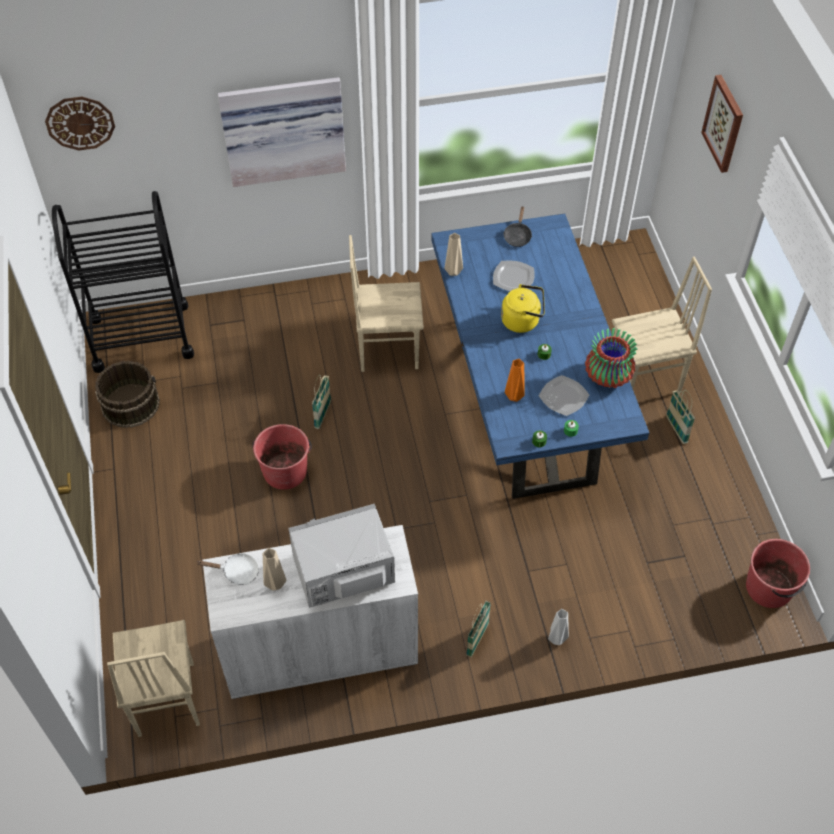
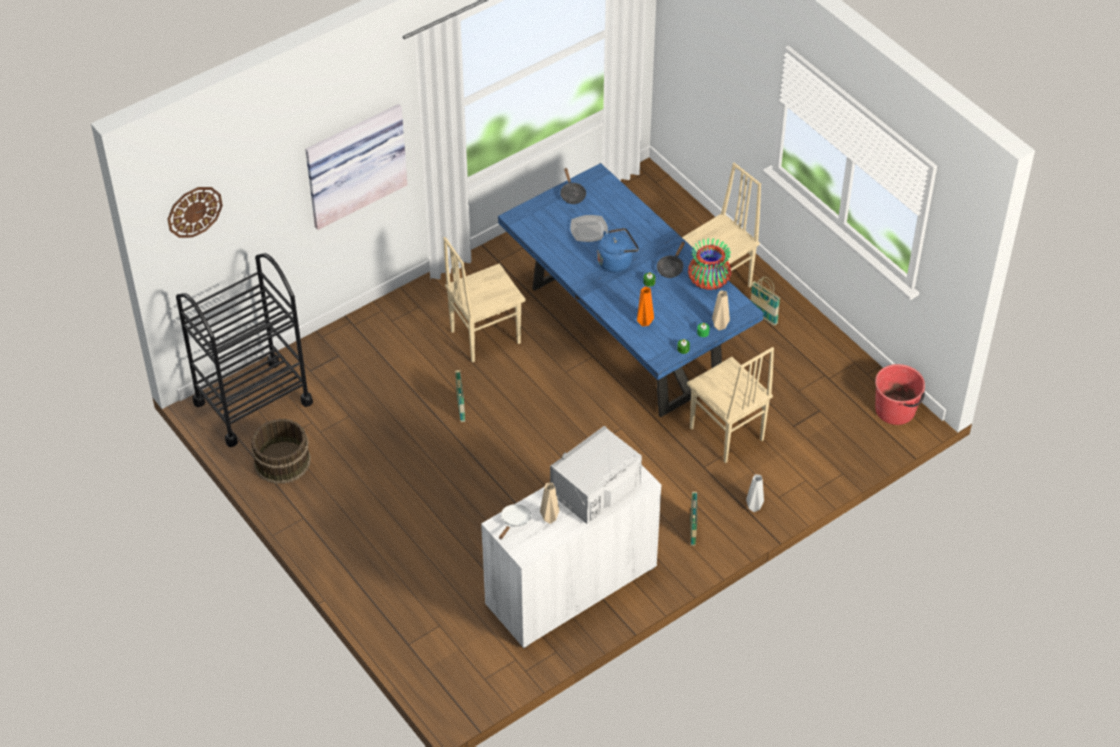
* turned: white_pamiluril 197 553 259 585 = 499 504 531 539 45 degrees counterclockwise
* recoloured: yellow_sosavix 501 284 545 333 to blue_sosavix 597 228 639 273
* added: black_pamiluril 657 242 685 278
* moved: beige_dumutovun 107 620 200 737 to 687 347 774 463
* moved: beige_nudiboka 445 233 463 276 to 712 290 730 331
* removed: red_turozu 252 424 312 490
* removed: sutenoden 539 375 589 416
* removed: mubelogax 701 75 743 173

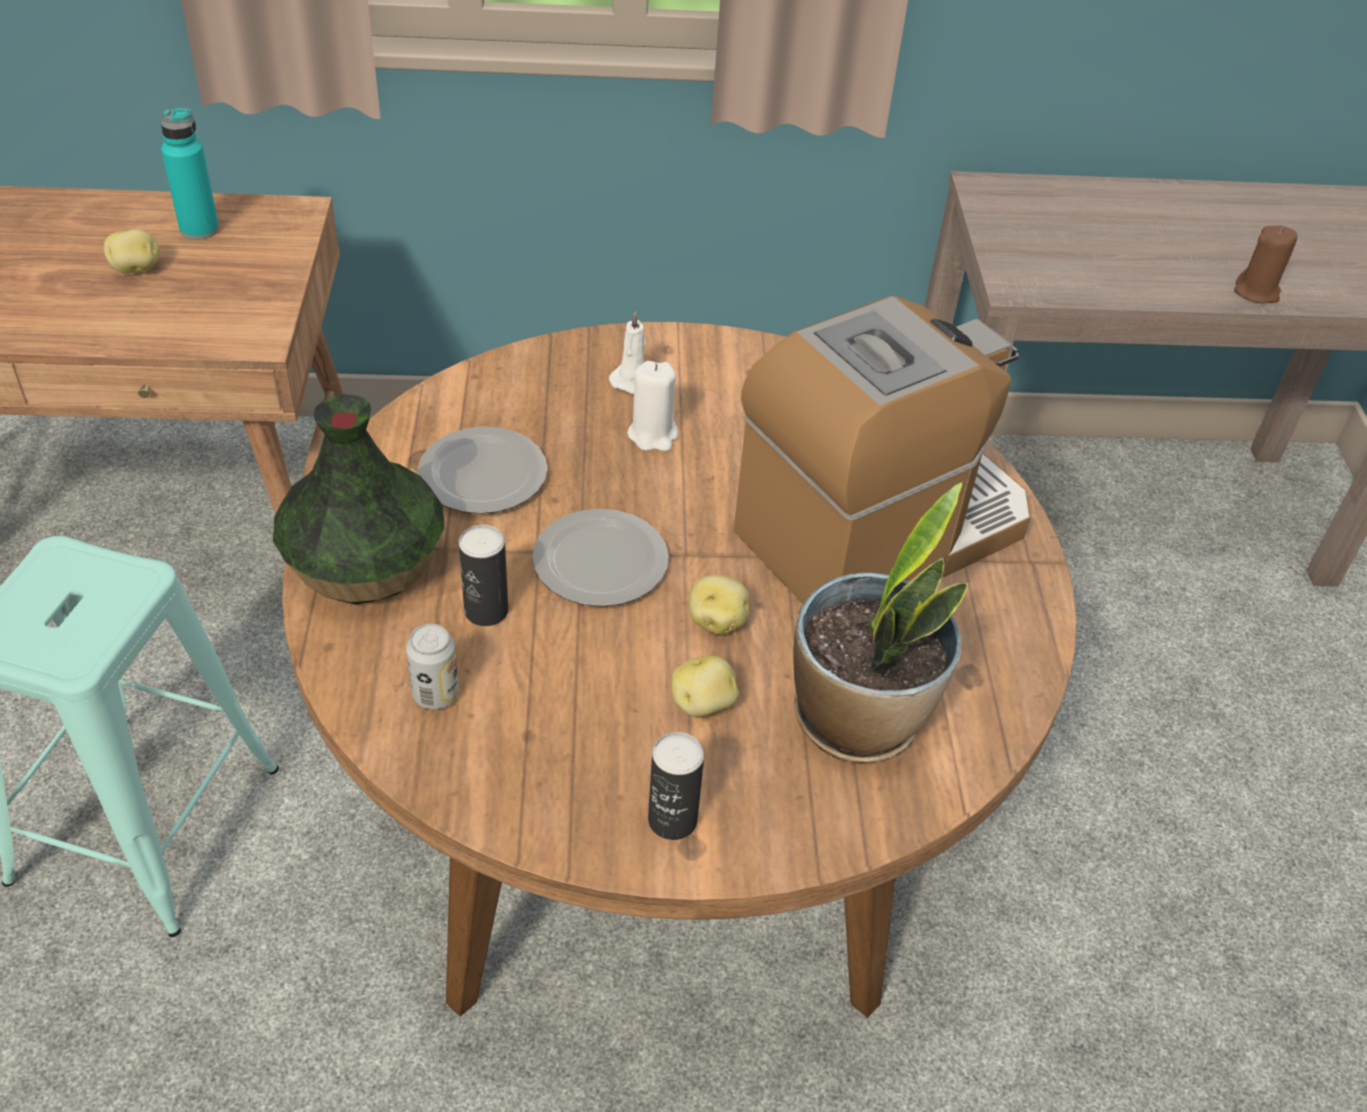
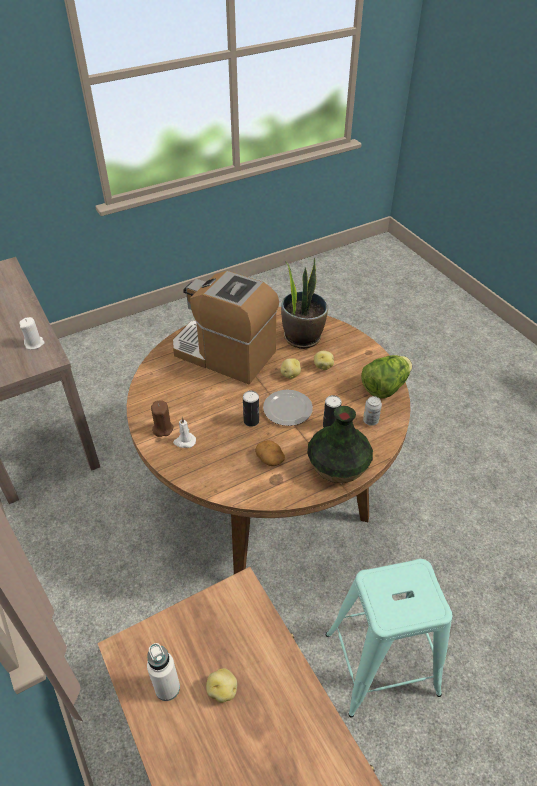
* moved: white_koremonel 627 361 678 451 to 19 317 44 350
* recoloured: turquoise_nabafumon 161 108 219 240 to white_nabafumon 147 643 180 701
* moved: brown_koremonel 1234 225 1297 304 to 151 400 173 437
* moved: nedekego 648 732 704 840 to 243 391 259 427
* replaced: sutenoden 418 427 547 514 to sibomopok 255 440 285 466
* added: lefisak 361 355 412 398

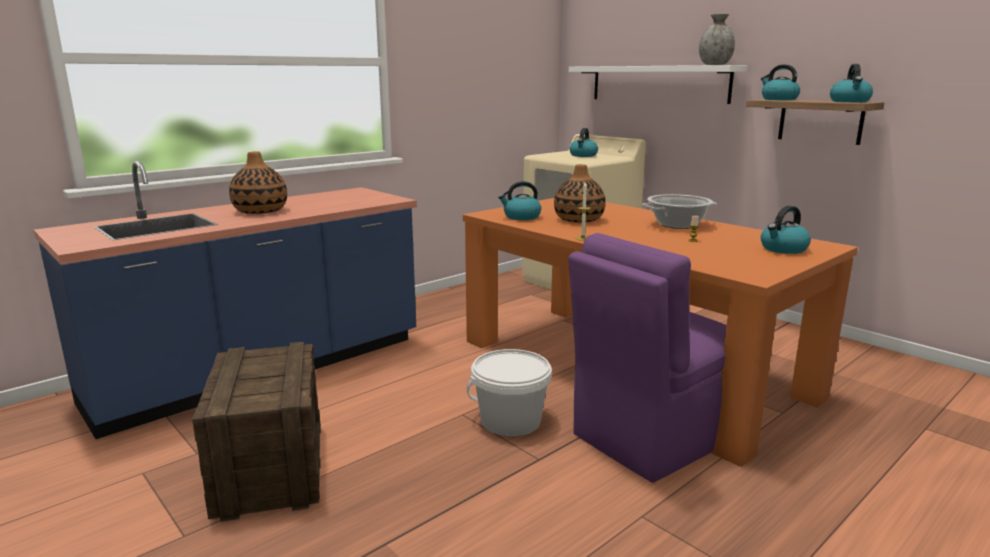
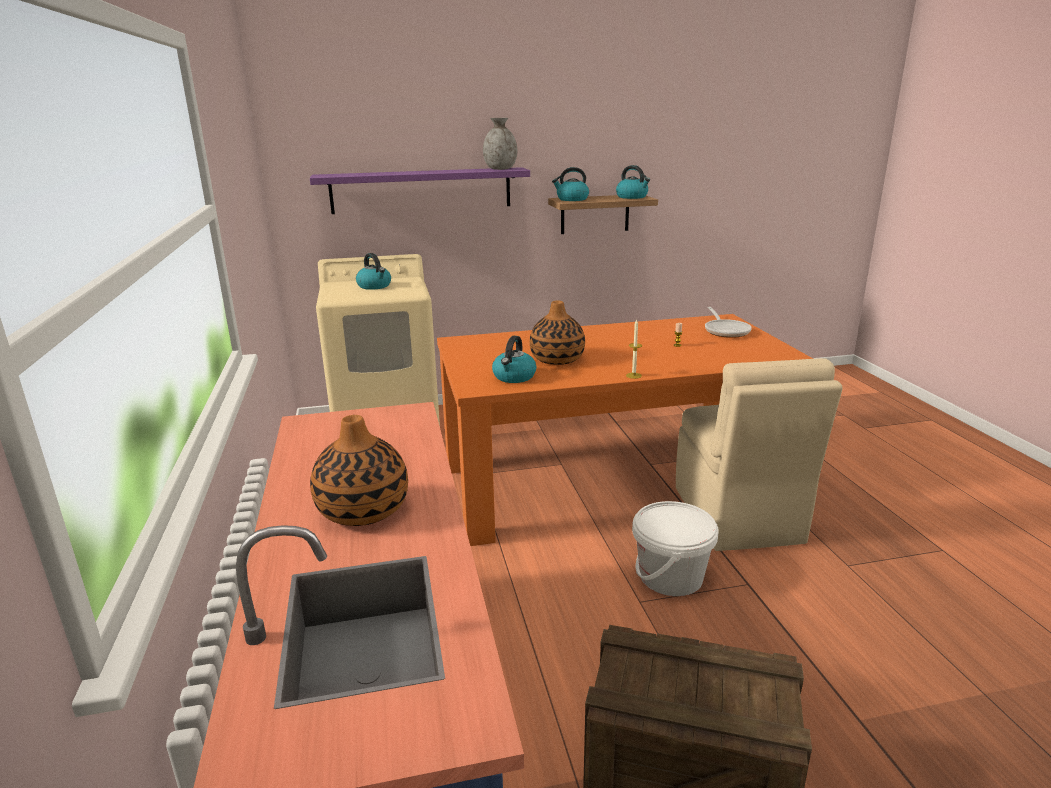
* recoloured: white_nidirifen 569 65 748 104 to purple_nidirifen 310 167 530 214
* recoloured: purple_dumutovun 568 233 727 483 to beige_dumutovun 676 358 843 551
* replaced: sosavix 761 206 811 254 to pamiluril 705 307 752 338
* removed: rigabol 642 194 717 229

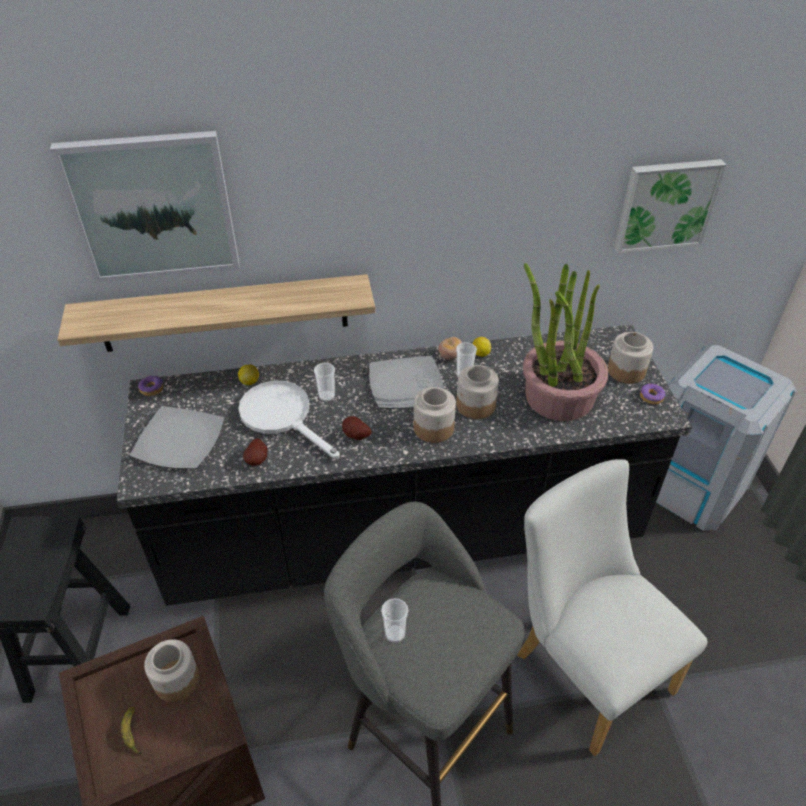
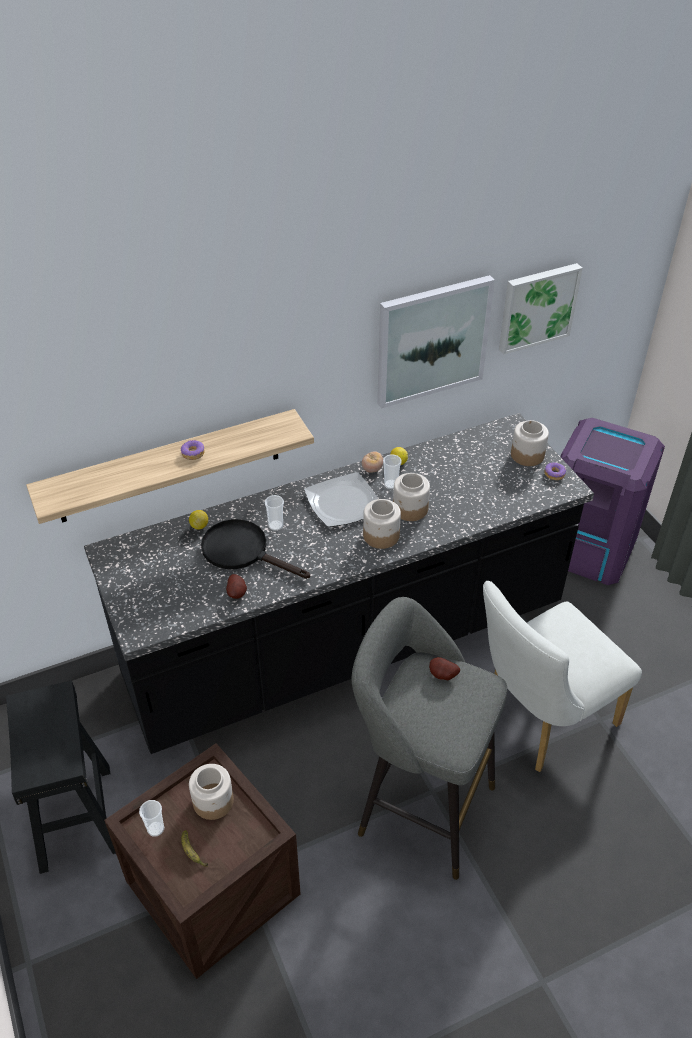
* moved: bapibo 381 598 408 643 to 139 800 164 837
* moved: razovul 138 375 164 396 to 181 440 205 460
* recoloured: white_pamiluril 238 381 340 459 to black_pamiluril 201 519 310 579
* moved: mubelogax 50 131 240 283 to 377 275 495 408
* moved: sibomopok 342 416 372 440 to 429 657 460 680
* turned: white_dumutovun 517 459 708 756 = 483 581 642 772 75 degrees counterclockwise
* recoloured: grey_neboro 656 345 797 531 to purple_neboro 561 418 665 585
* removed: sutenoden 130 406 225 469
* removed: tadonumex 523 263 608 421

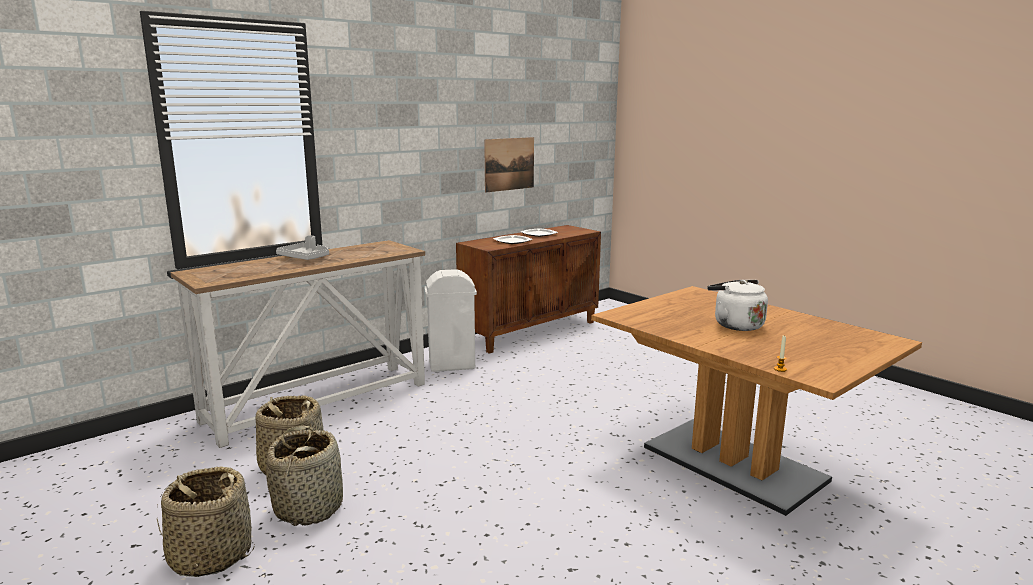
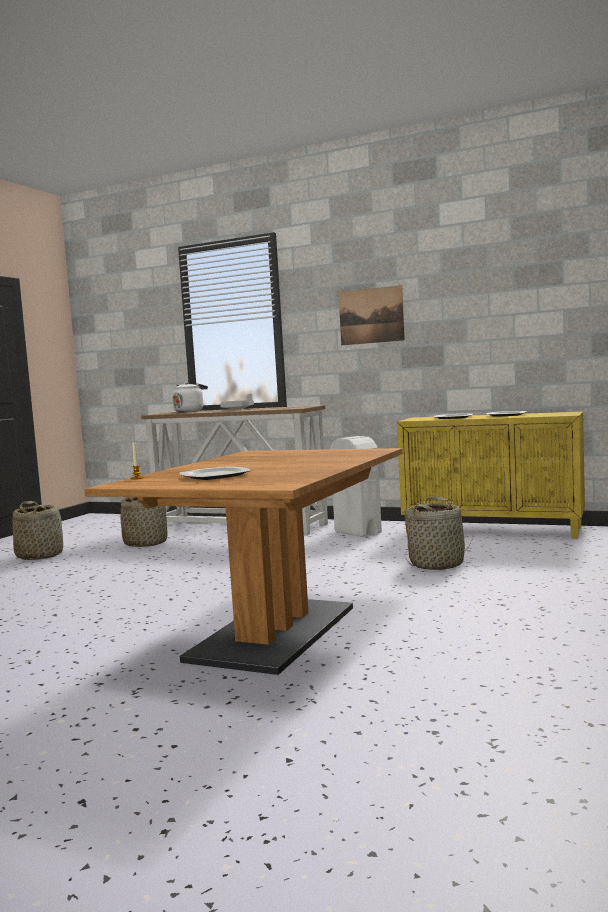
* moved: white_sosavix 707 280 768 331 to 171 382 208 412
* added: sutenoden 179 467 251 480
* moved: mubelogax 484 137 534 193 to 338 285 405 345
* recoloured: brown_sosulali 456 225 601 354 to yellow_sosulali 397 412 585 539
* moved: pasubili 266 425 343 526 to 404 496 473 570

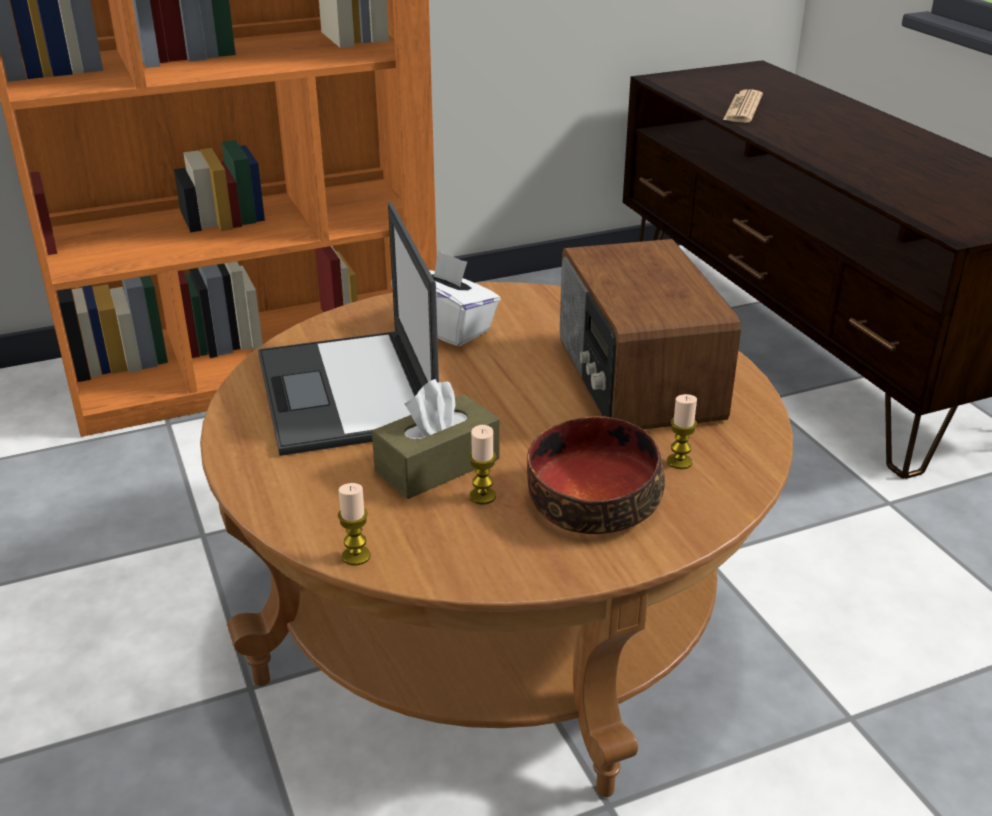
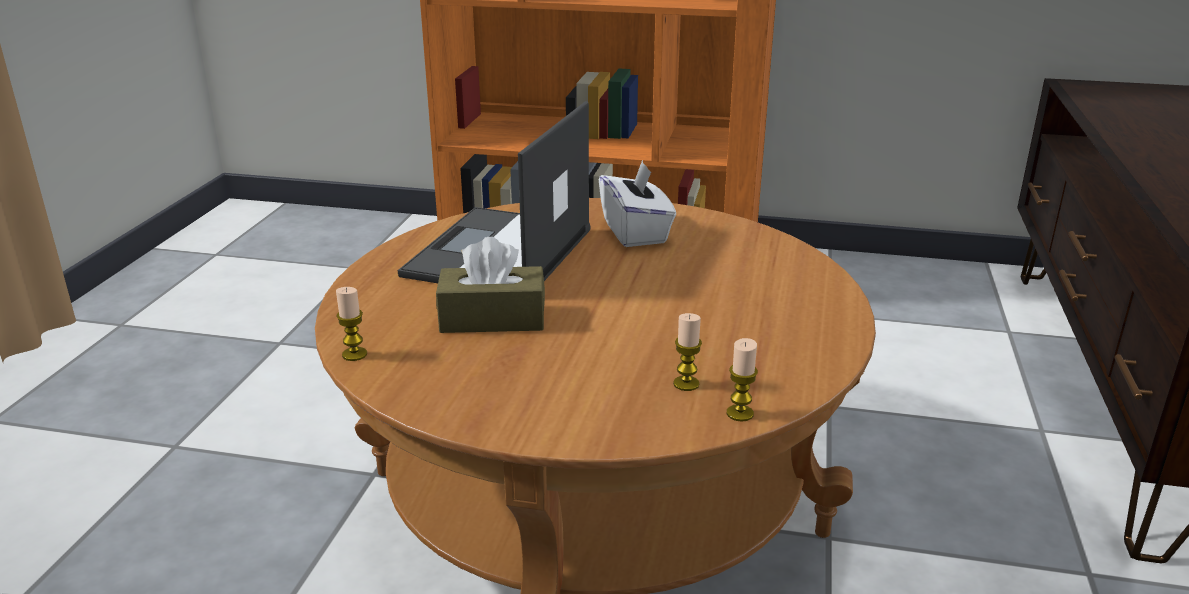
* moved: koremonel 469 425 496 504 to 727 338 758 422
* removed: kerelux 527 416 665 534
* removed: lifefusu 560 239 741 429
* removed: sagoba 723 89 763 123

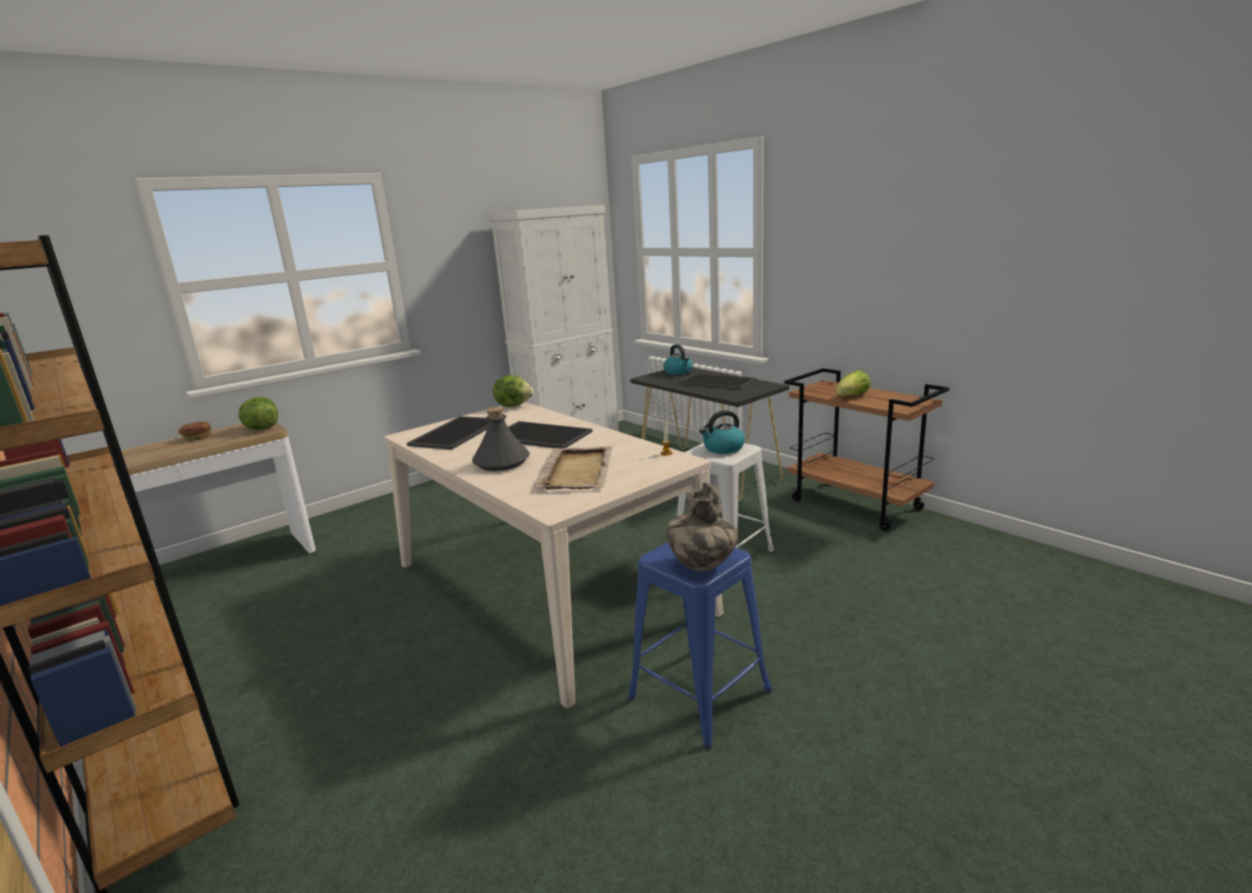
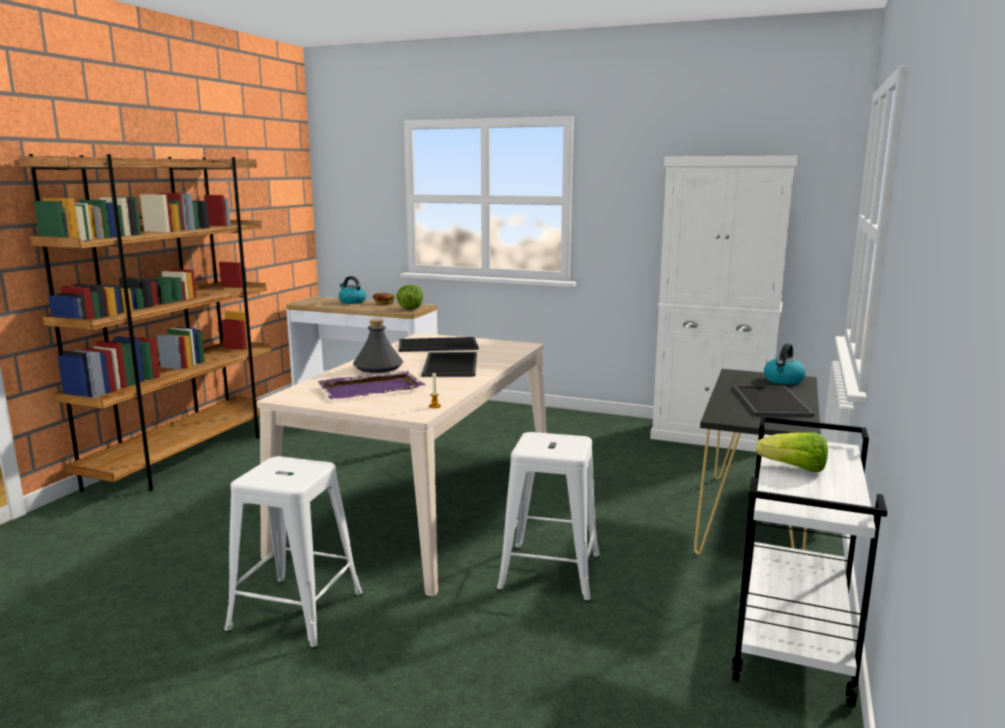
* recoloured: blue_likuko 627 542 772 749 to white_likuko 224 456 363 649
* recoloured: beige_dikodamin 535 446 613 490 to purple_dikodamin 318 371 426 399
* moved: sosavix 699 410 745 454 to 339 276 366 304
* recoloured: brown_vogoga 784 368 949 531 to white_vogoga 732 416 887 708
* removed: lefisak 493 375 533 407
* removed: nudiboka 666 482 738 571

